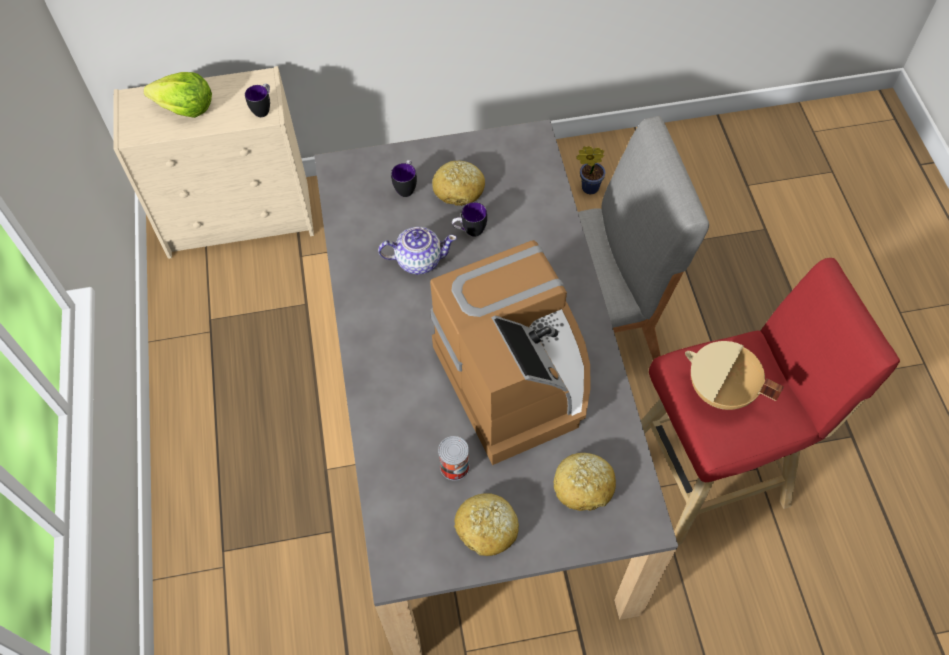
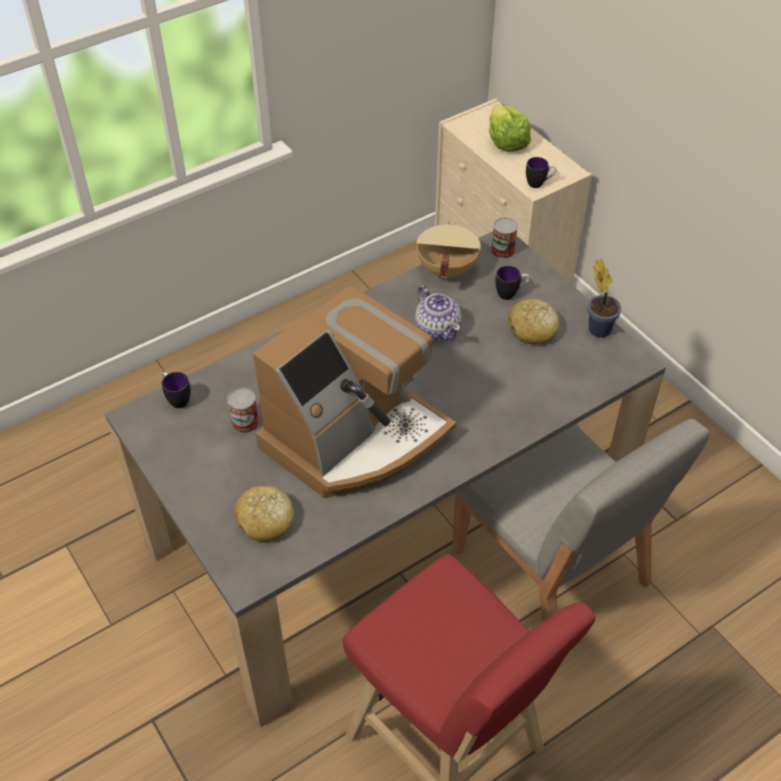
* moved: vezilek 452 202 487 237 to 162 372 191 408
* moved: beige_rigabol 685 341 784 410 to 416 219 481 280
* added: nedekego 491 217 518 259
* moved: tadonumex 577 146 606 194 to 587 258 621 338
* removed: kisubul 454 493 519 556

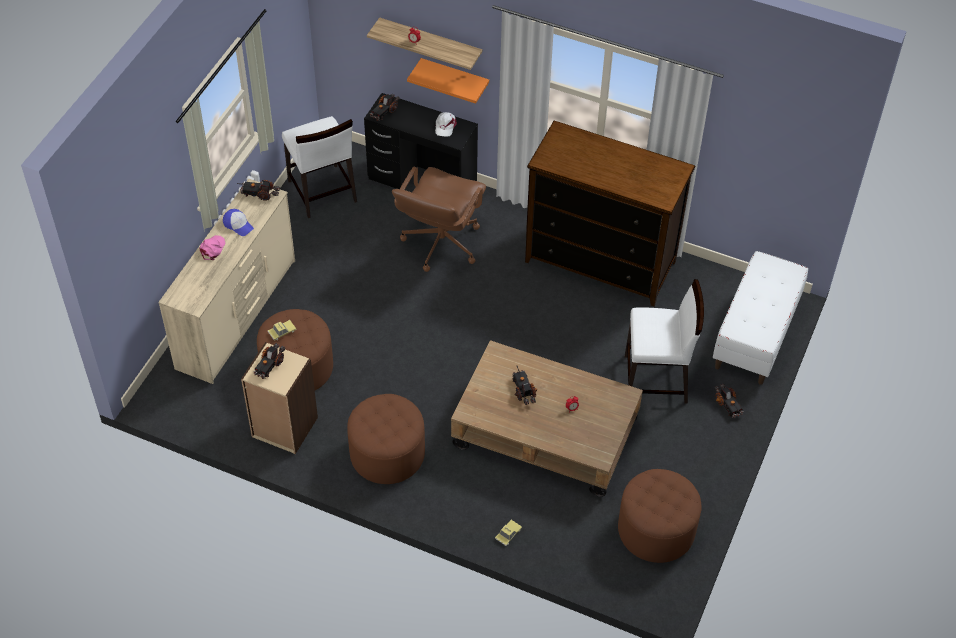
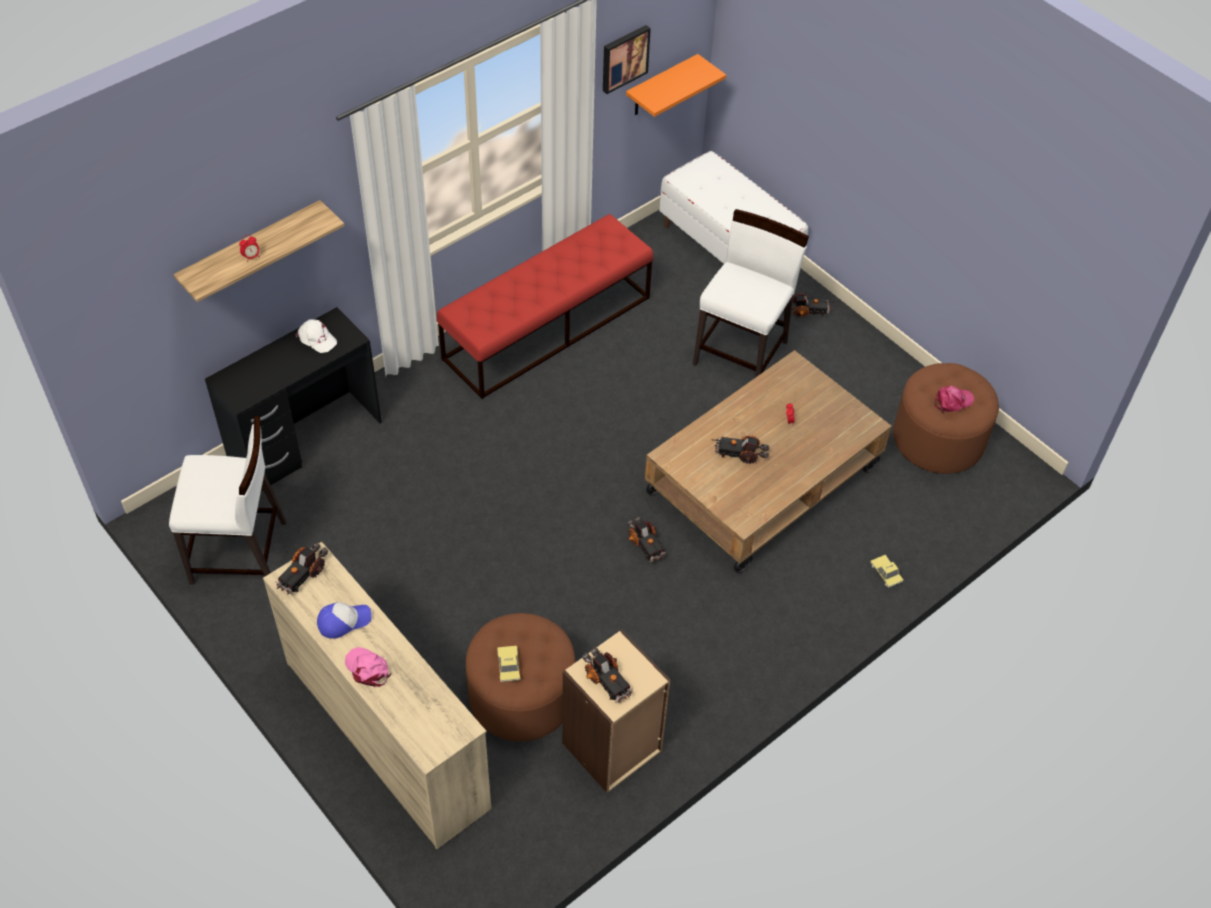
* replaced: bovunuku 525 121 695 306 to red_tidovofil 437 214 654 399
* added: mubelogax 603 25 651 94
* moved: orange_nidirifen 407 58 489 104 to 626 54 726 117
* moved: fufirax 370 94 400 121 to 627 516 666 562
* added: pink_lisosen 934 385 975 413
* removed: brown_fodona 347 394 425 484
* removed: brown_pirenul 392 167 486 272

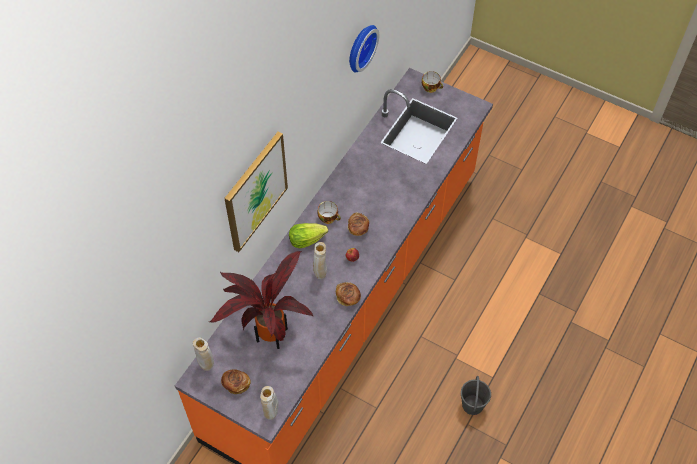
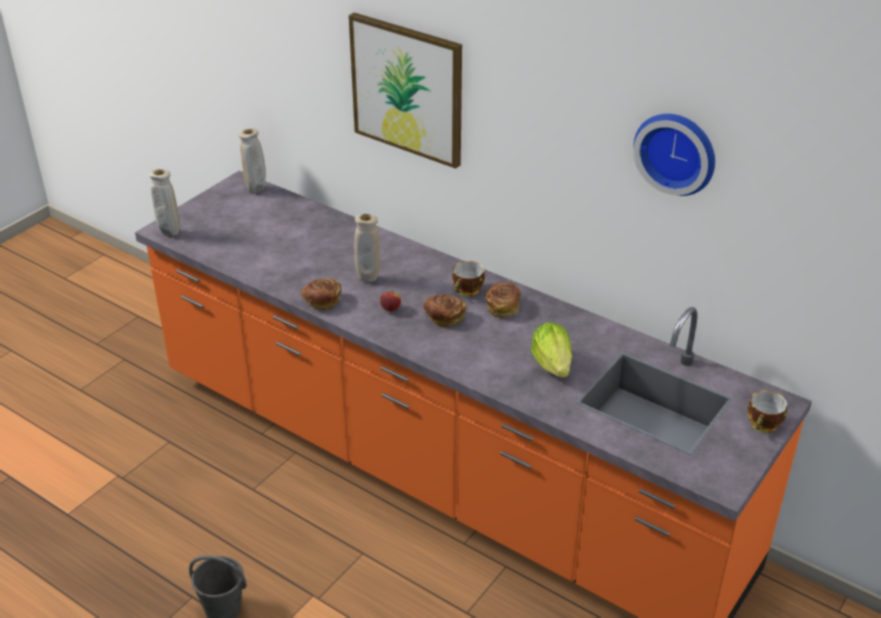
* moved: kisubul 221 369 251 394 to 486 282 521 318
* moved: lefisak 289 223 328 248 to 531 322 572 378
* removed: tadonumex 209 251 314 349

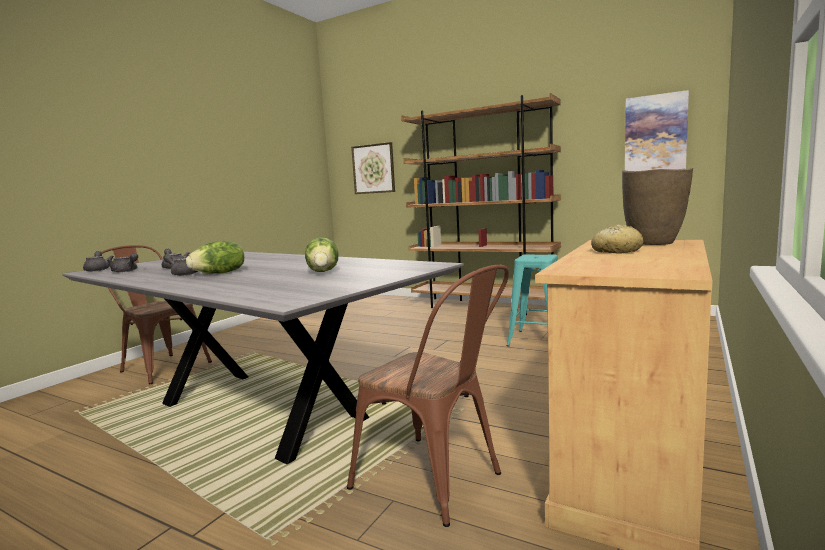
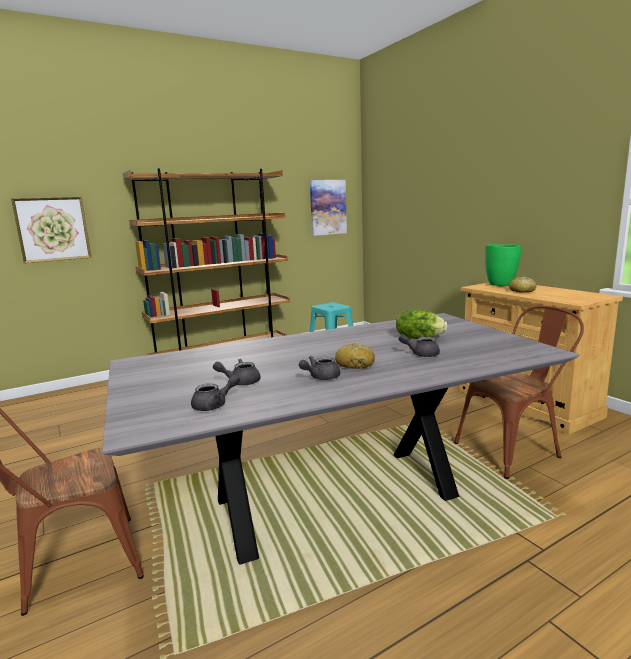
* replaced: lefisak 186 241 244 274 to kisubul 335 343 375 369
* moved: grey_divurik 83 251 114 272 to 399 334 440 357
* recoloured: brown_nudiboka 622 168 693 245 to green_nudiboka 485 244 522 286

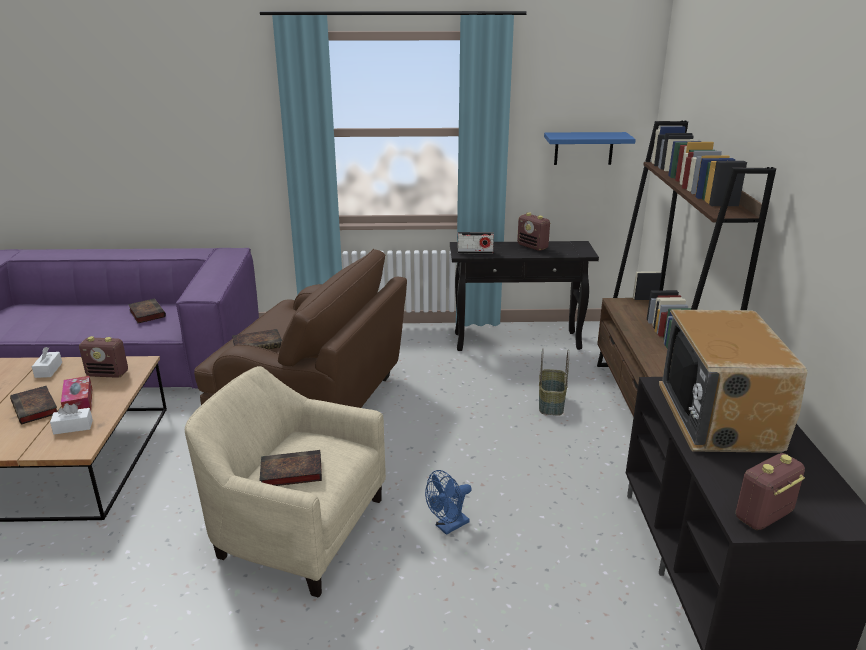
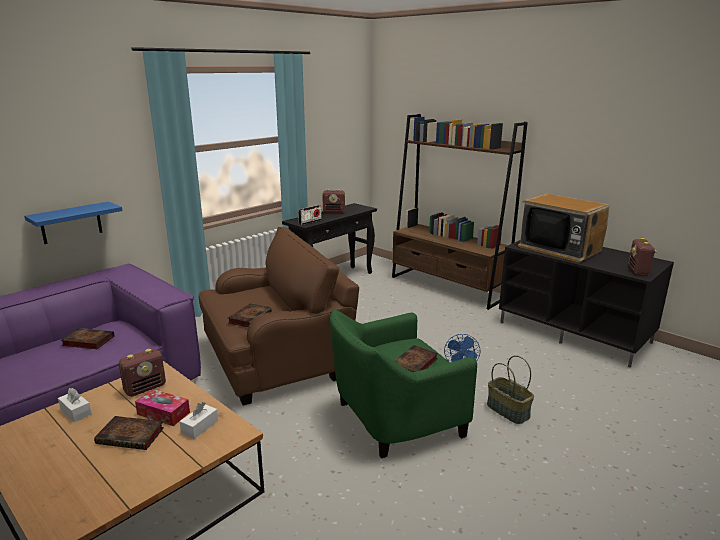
* moved: blue_nidirifen 544 132 636 165 to 24 202 123 244
* recoloured: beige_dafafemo 185 366 386 597 to green_dafafemo 330 309 477 458
* moved: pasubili 539 348 569 416 to 487 356 534 424

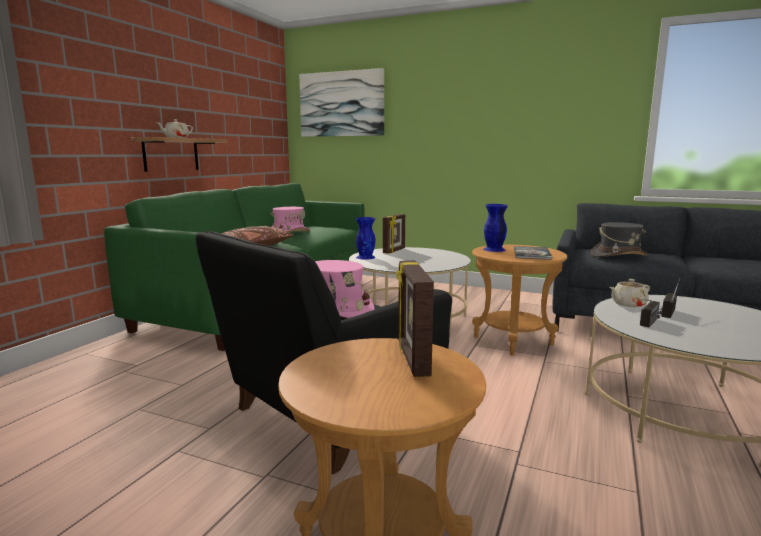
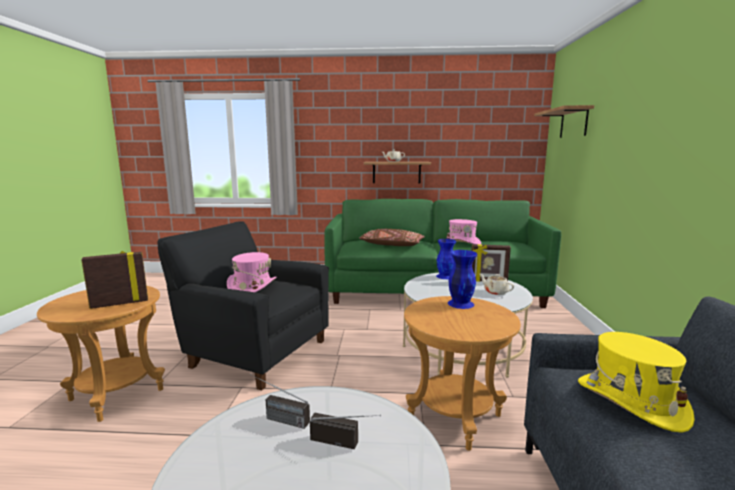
* moved: beige_divurik 609 279 650 307 to 480 274 514 295
* replaced: mubelogax 299 68 384 137 to nidirifen 534 105 594 138
* recoloured: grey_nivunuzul 591 222 648 257 to yellow_nivunuzul 578 332 695 433
* removed: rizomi 514 246 552 260

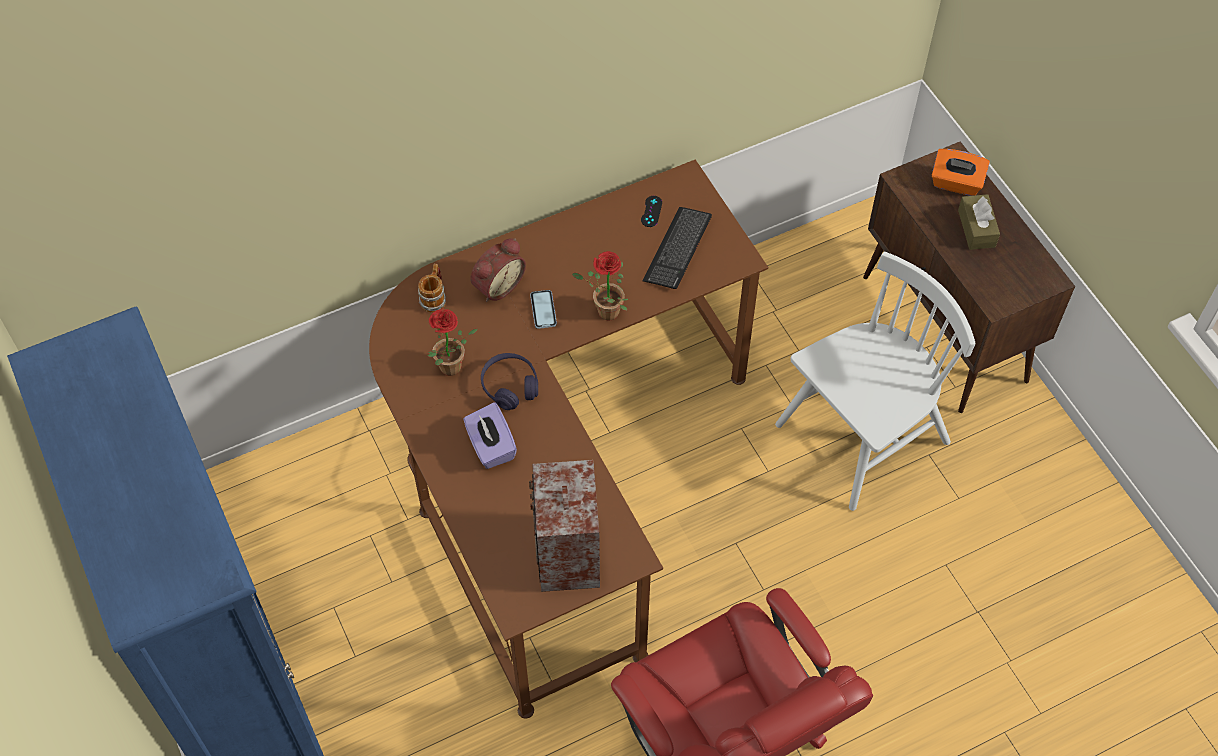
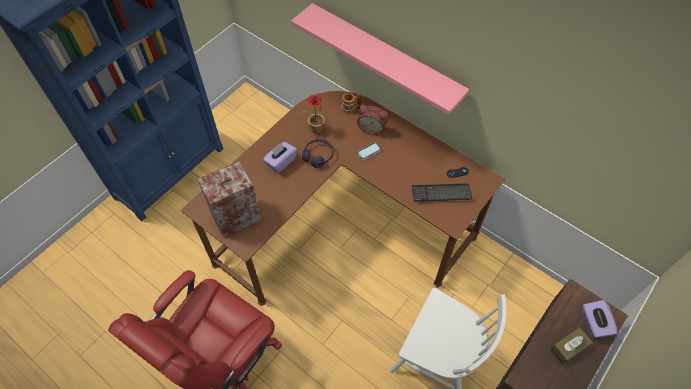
* added: pink_nidirifen 291 3 469 115
* recoloured: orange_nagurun 932 149 990 196 to purple_nagurun 582 300 618 338
* removed: tadonumex 572 251 628 321

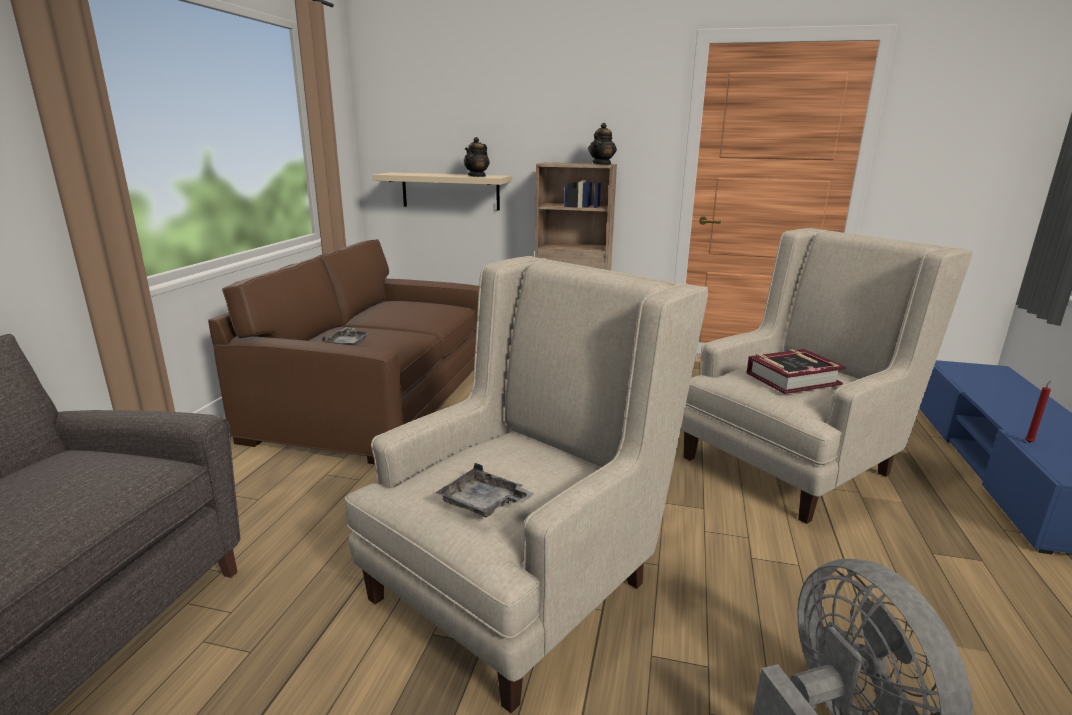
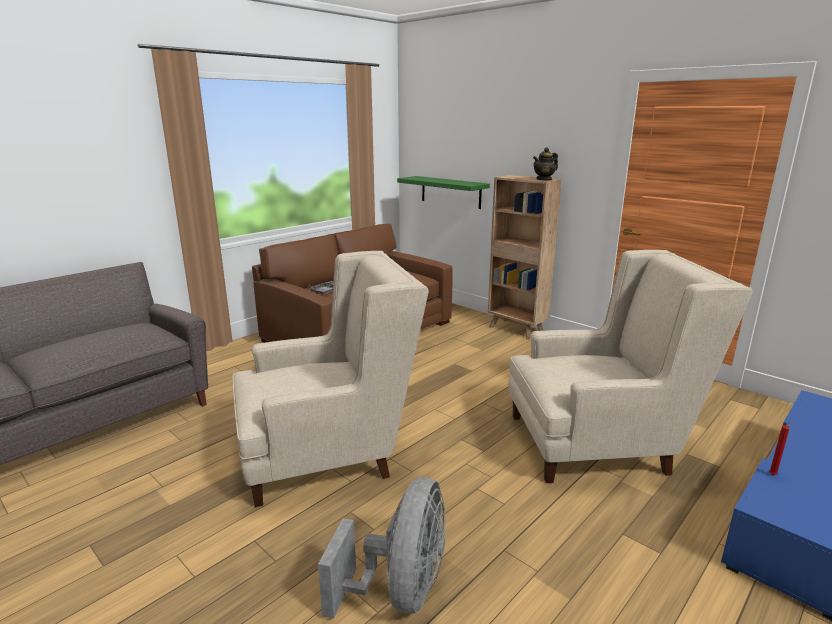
* recoloured: beige_nidirifen 373 172 512 211 to green_nidirifen 397 176 490 209
* removed: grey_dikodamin 435 463 534 517
* removed: divurik 464 137 490 177
* removed: rizomi 746 349 846 394

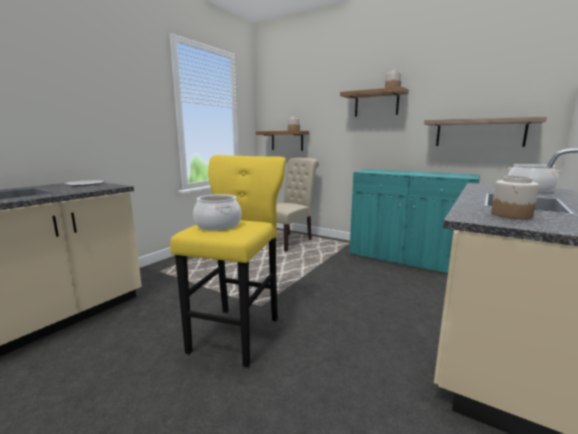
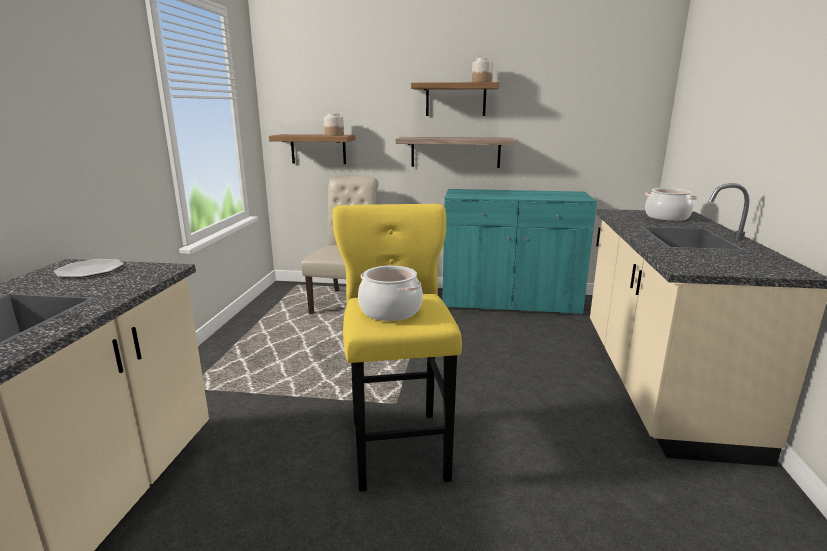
* moved: nidirifen 424 116 547 147 to 395 137 515 168
* removed: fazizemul 491 176 539 219

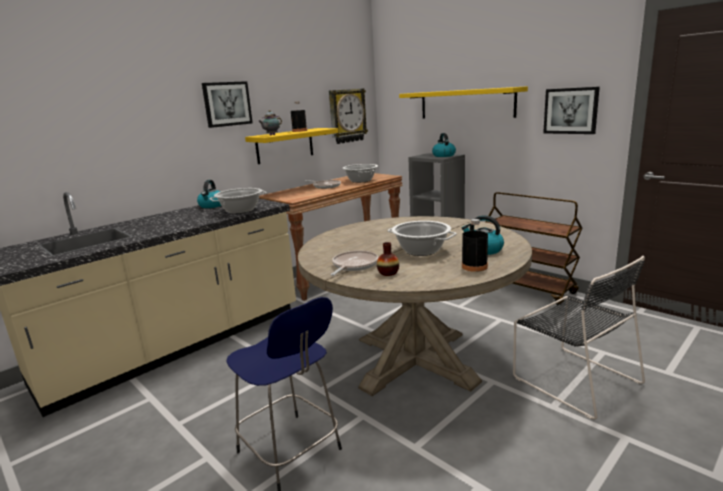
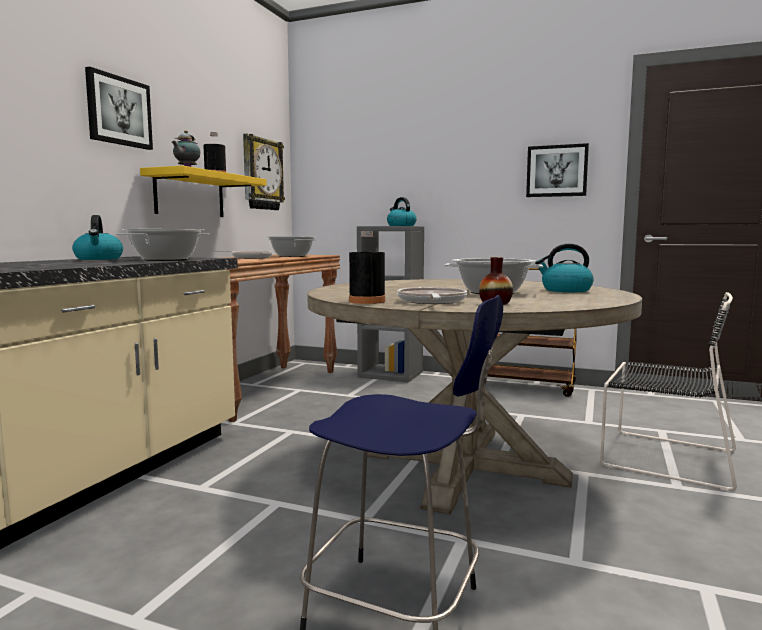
* moved: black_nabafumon 462 219 488 272 to 349 231 385 304
* removed: yellow_nidirifen 399 86 528 119

